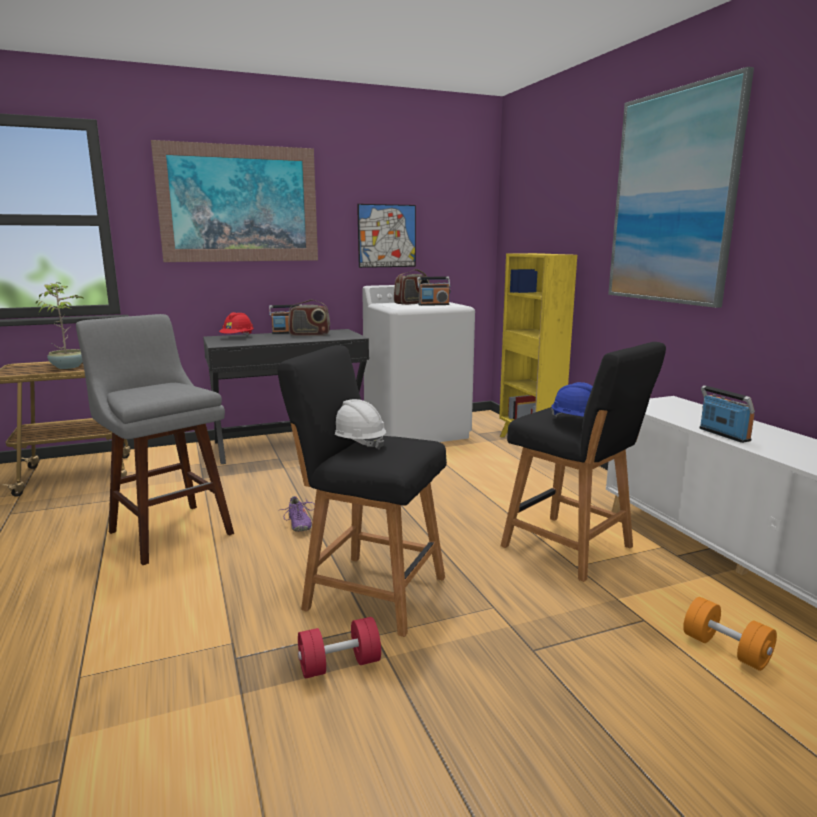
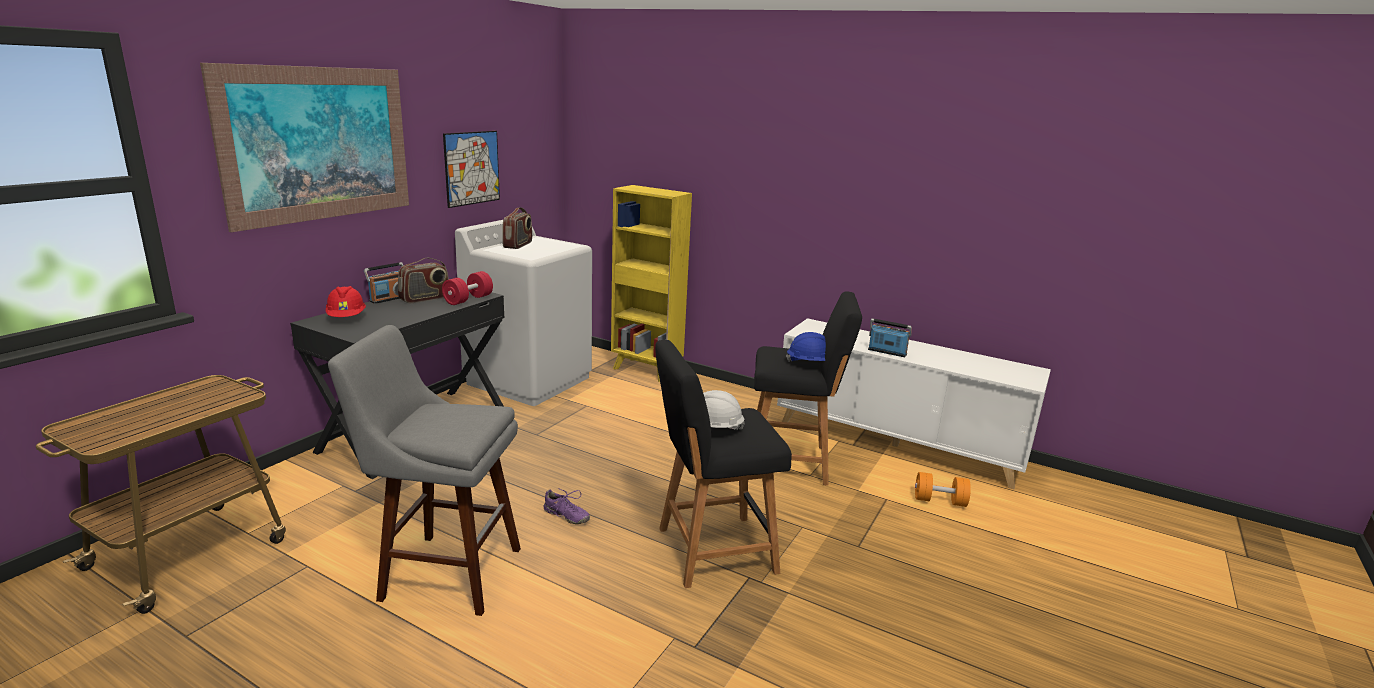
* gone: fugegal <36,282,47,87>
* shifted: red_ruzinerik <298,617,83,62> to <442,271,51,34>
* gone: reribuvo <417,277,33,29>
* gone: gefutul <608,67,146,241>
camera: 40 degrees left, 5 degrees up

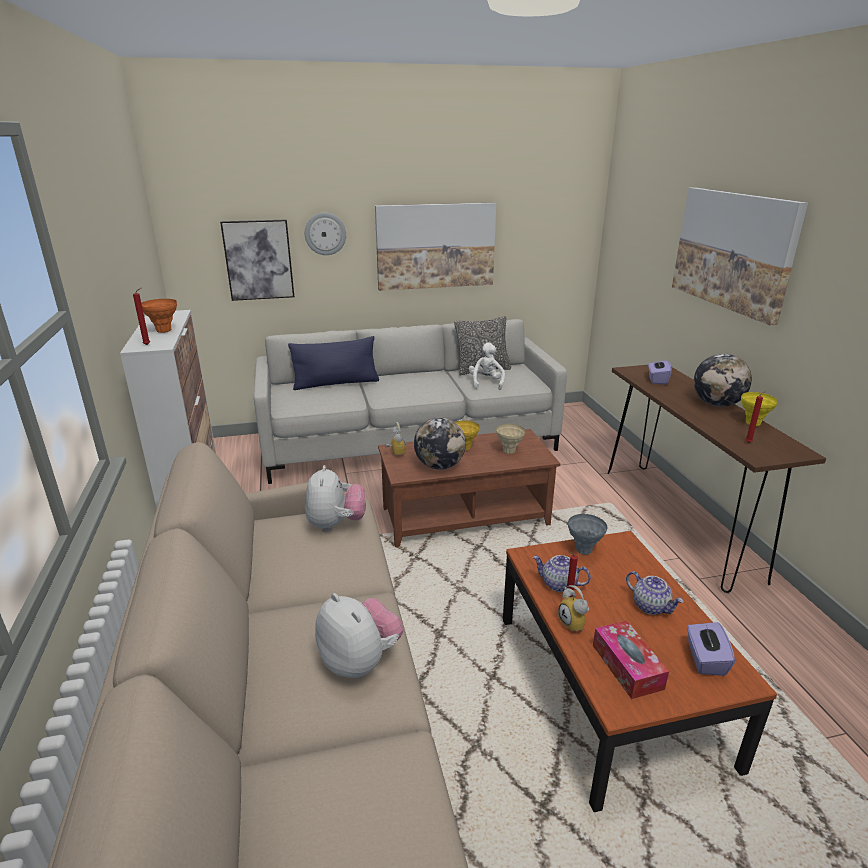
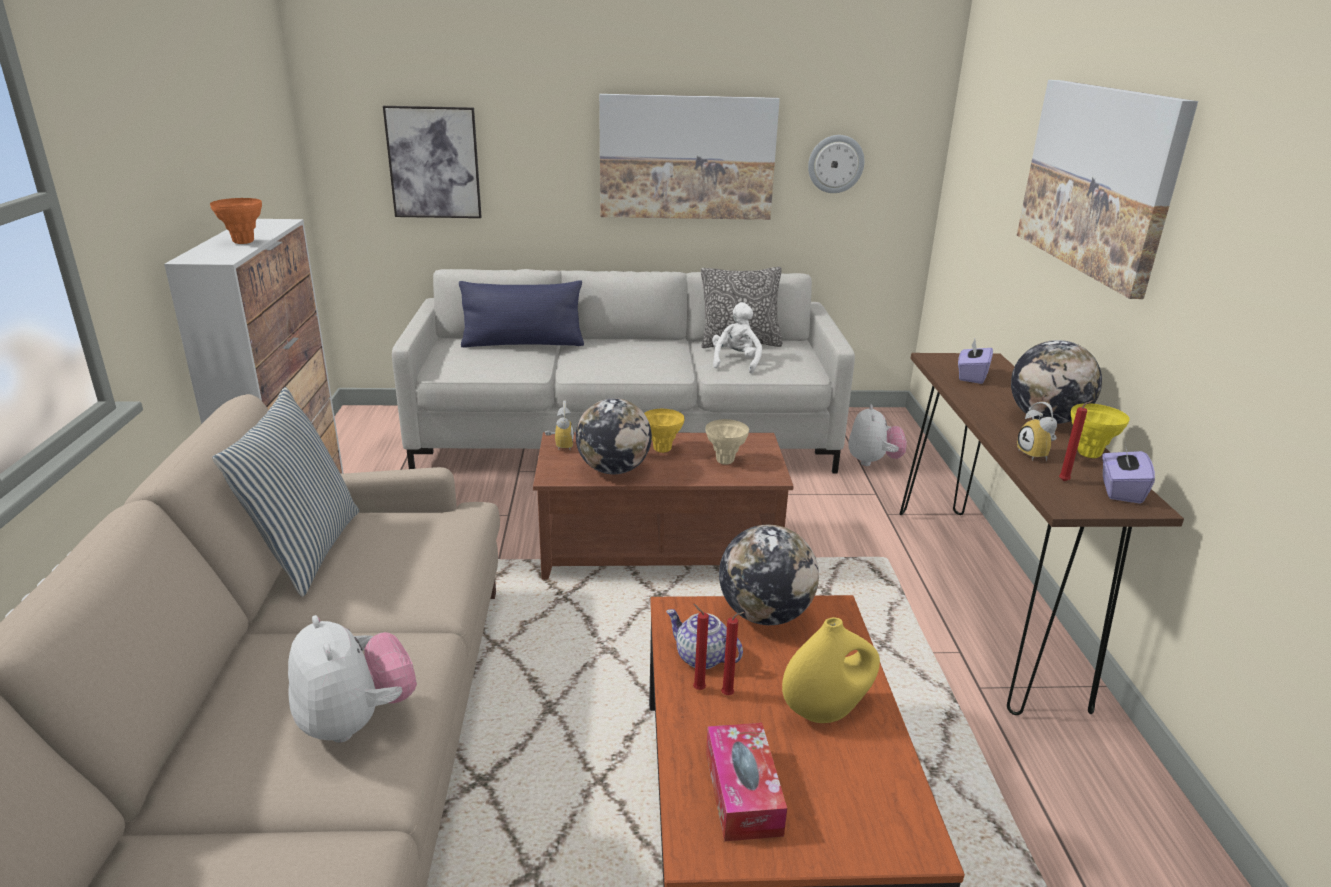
* shifted: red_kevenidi <133,288,17,57> to <721,612,24,83>
* shifted: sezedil <305,213,41,42> to <808,135,57,58>
* shifted: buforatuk <305,465,61,67> to <849,405,58,61>
* shifted: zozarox <558,585,31,48> to <1017,402,40,59>
* swapped: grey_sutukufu <568,514,39,41> to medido <719,525,100,100>
* swapped: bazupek <626,571,58,44> to yellow_sutukufu <782,617,98,106>
* shifted: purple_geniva <687,622,48,54> to <1102,444,53,60>
* new: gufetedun <212,387,147,210>
camera: 10 degrees right, 0 degrees up

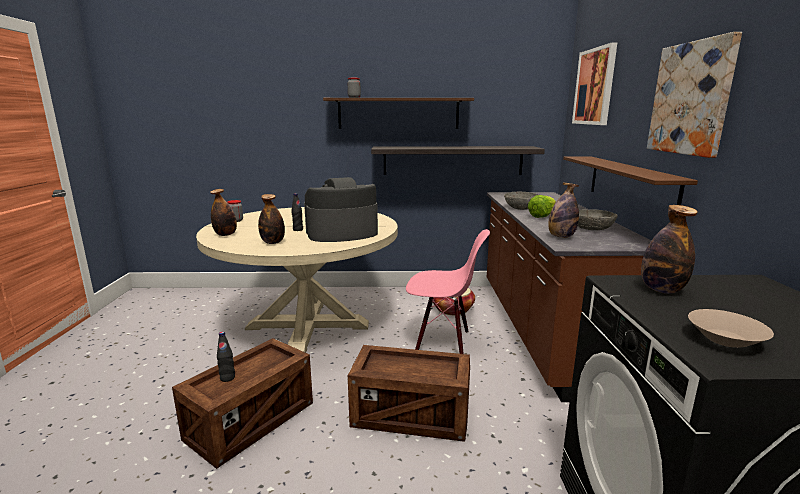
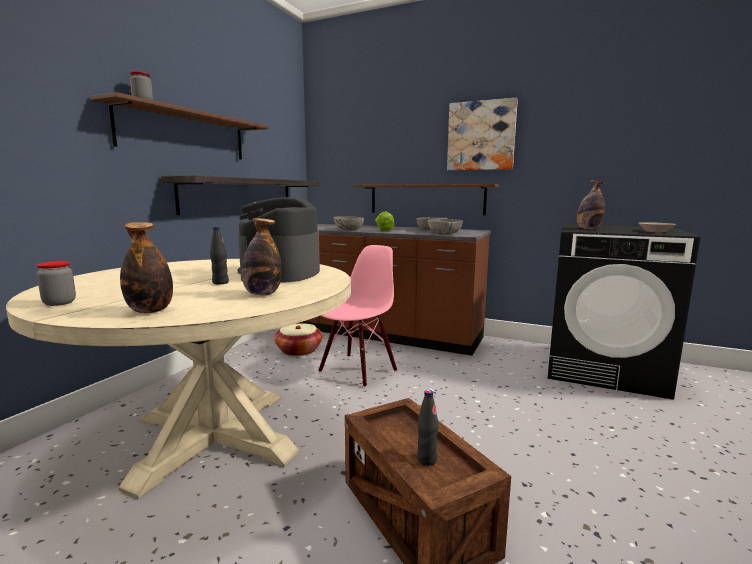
* gone: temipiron <348,345,122,97>
* swapped: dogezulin <548,183,31,55> to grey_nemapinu <427,219,36,16>
* gone: gefutul <572,43,45,82>
camera: 65 degrees left, 5 degrees down

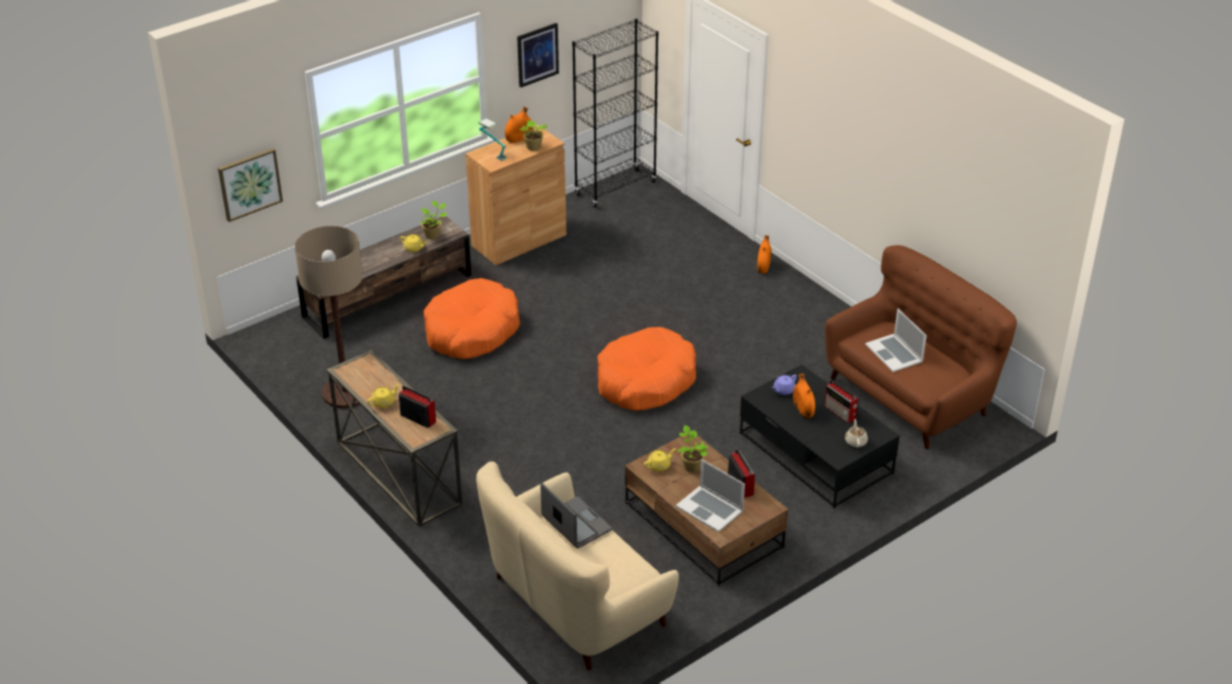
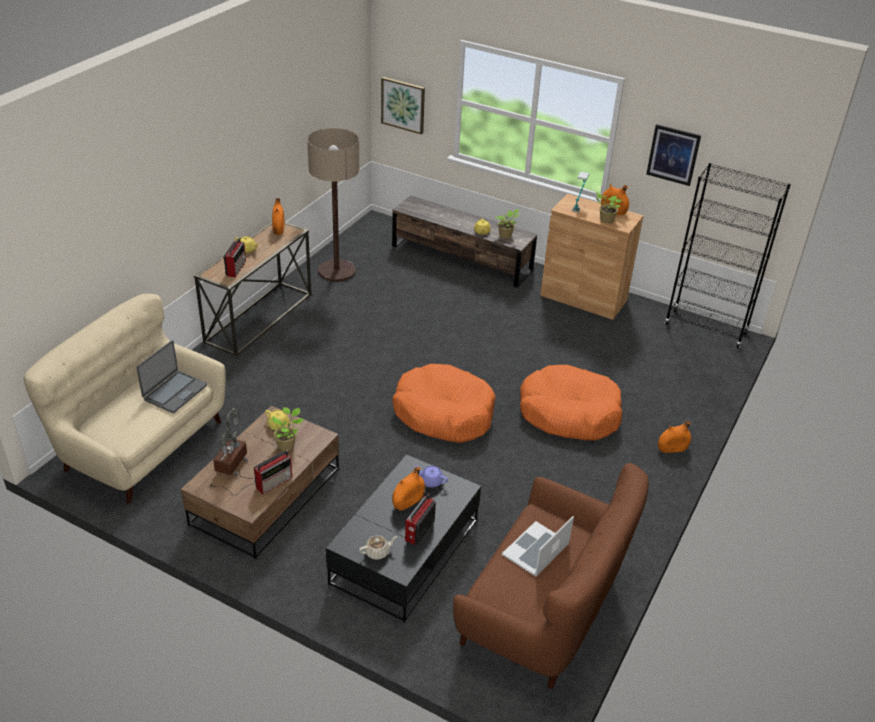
* shifted: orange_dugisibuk <423,278,97,81> to <520,365,102,75>
* swapped: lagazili <676,459,69,73> to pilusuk <210,408,45,88>
* new: orange_sutukufu <272,198,13,37>
camera: 65 degrees right, 0 degrees up

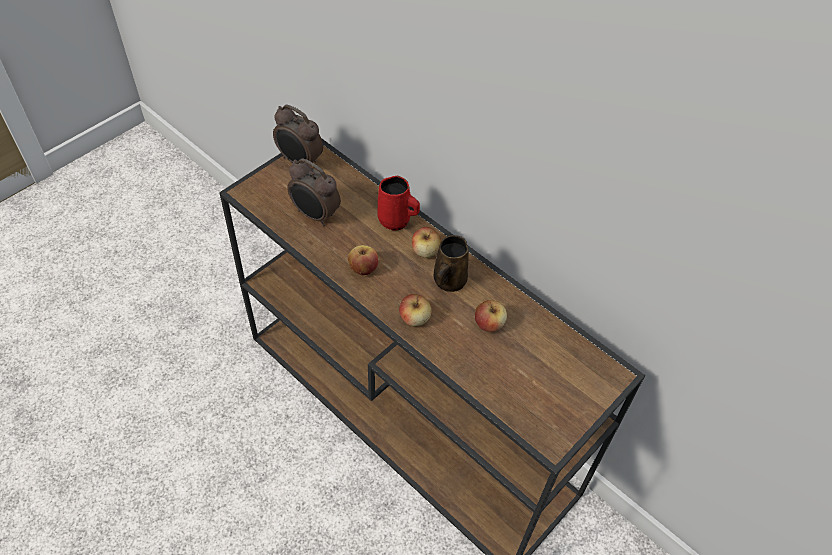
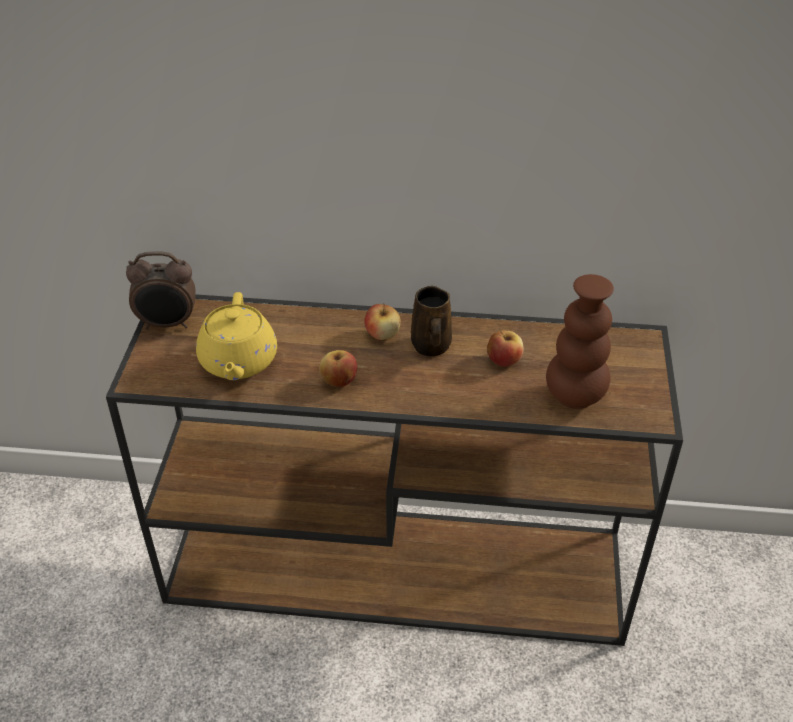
* swapped: zozarox <287,158,54,68> to yellow_bazupek <196,292,81,88>
* gone: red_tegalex <377,176,43,55>
* gone: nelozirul <399,294,33,32>
* new: brown_sutukufu <546,274,68,135>
camera: 35 degrees left, 10 degrees down

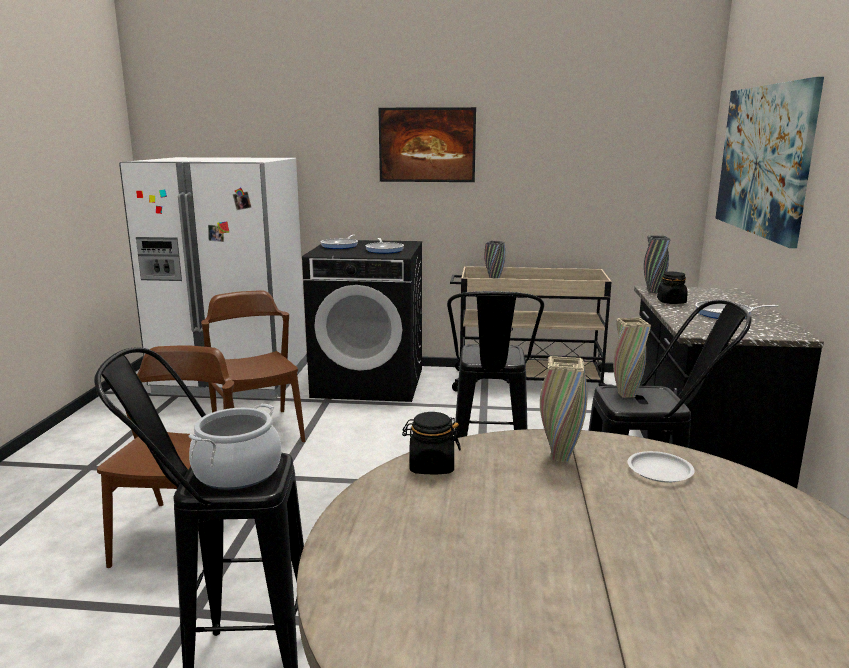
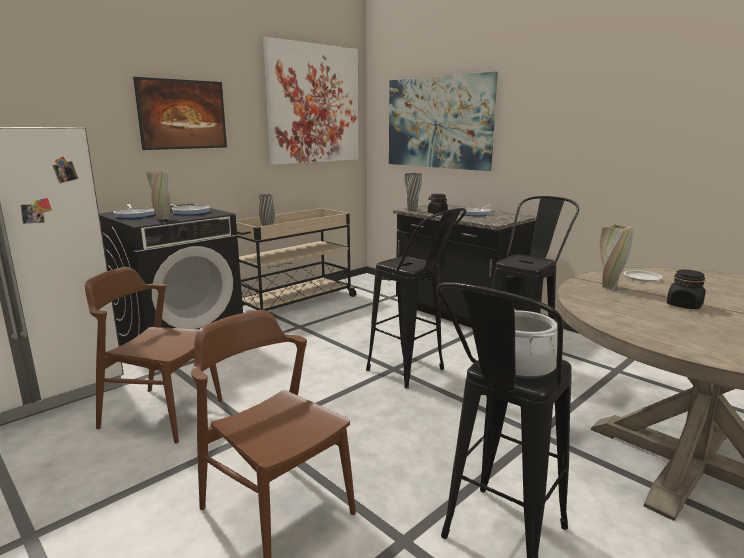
* shifted: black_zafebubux <402,412,59,62> to <667,270,39,39>
* shifted: beige_sutukufu <613,318,38,80> to <146,171,24,49>
* new: gefutul <263,37,96,128>
camera: 50 degrees left, 0 degrees up

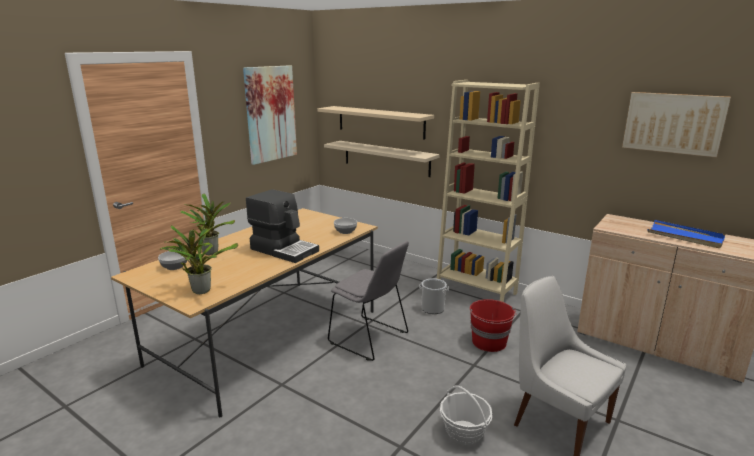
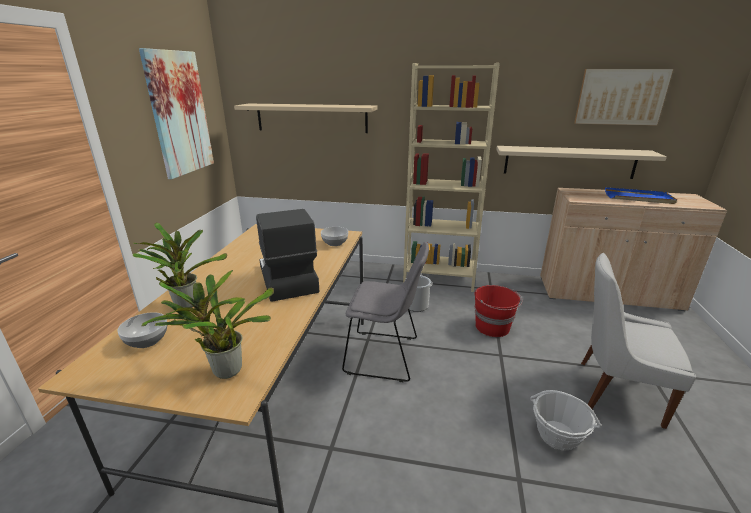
* rotated: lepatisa <246,189,73,74> = <256,209,64,93> 120 degrees counterclockwise
* shifted: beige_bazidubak <324,141,116,36> to <496,146,171,33>
camera: 25 degrees left, 5 degrees up

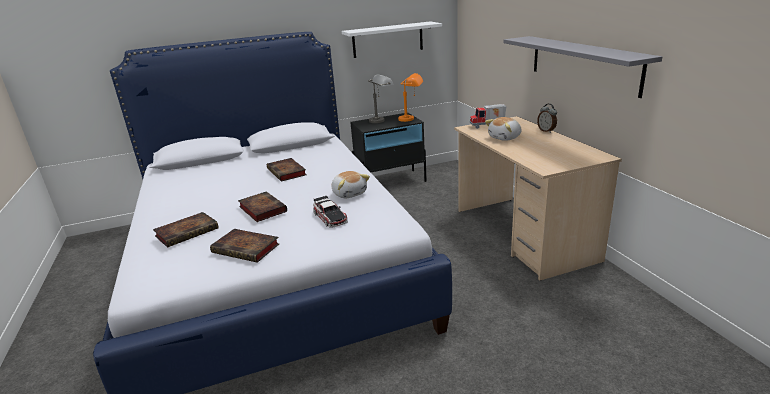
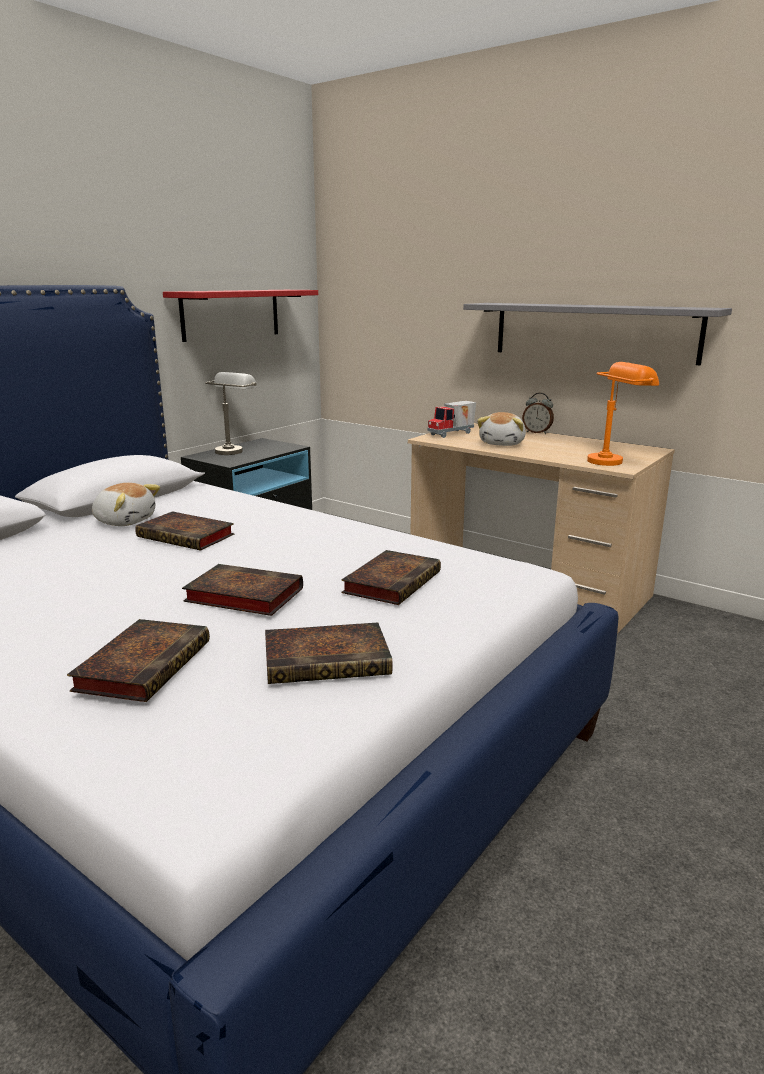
* swapped: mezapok <313,195,35,33> to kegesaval <341,550,100,55>
* shifted: buforatuk <331,171,39,27> to <92,483,68,43>
* repainted: white_bazidubak <342,21,100,37> to red_bazidubak <163,290,155,52>
* shifted: orange_pilusuk <398,73,25,49> to <587,362,72,104>
camera: 35 degrees left, 5 degrees down

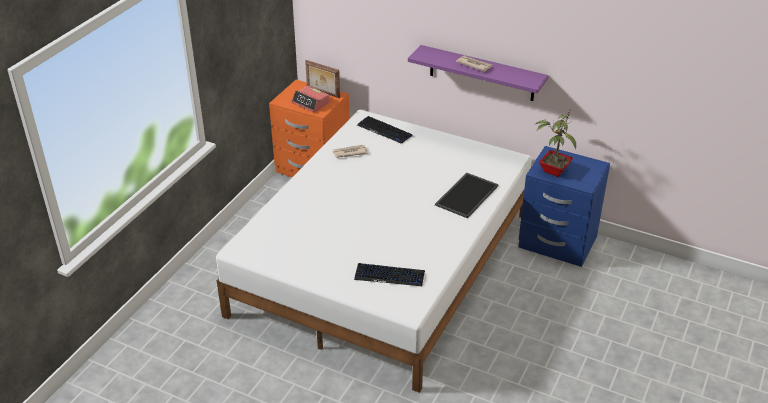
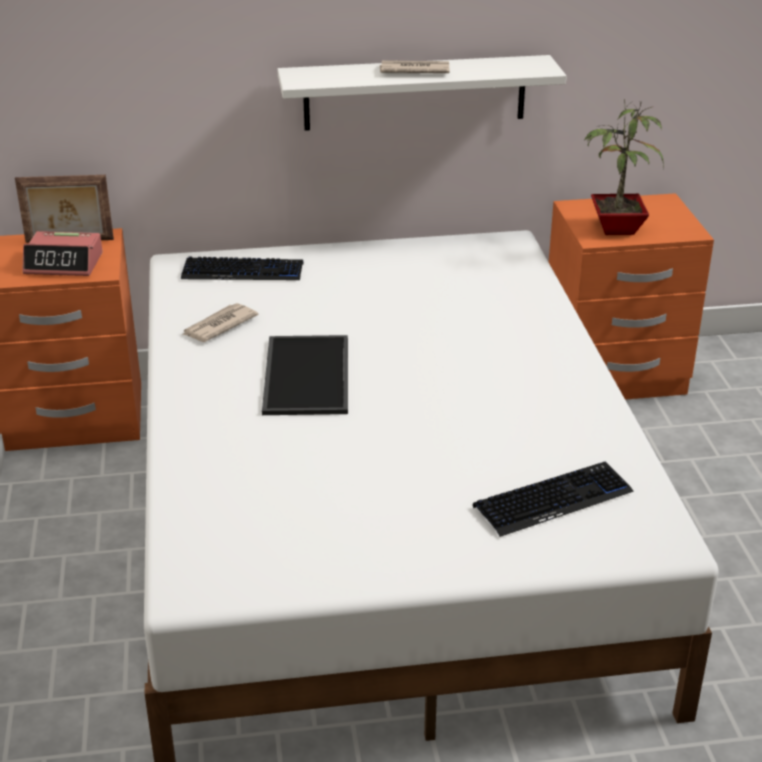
* repainted: purple_bazidubak <408,45,140,56> to white_bazidubak <278,55,289,76>
* shifted: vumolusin <435,173,63,45> to <262,335,86,80>
* repainted: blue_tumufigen <518,146,92,121> to orange_tumufigen <549,193,165,207>
camera: 35 degrees left, 5 degrees down

